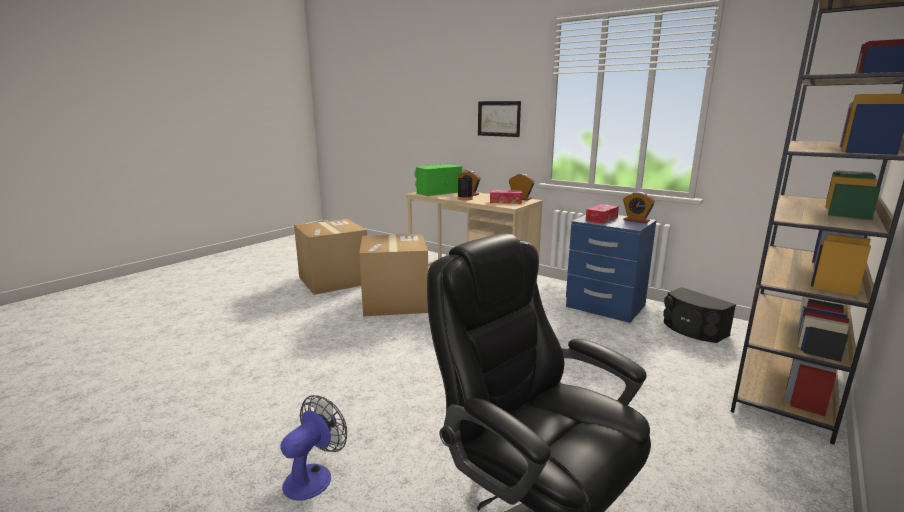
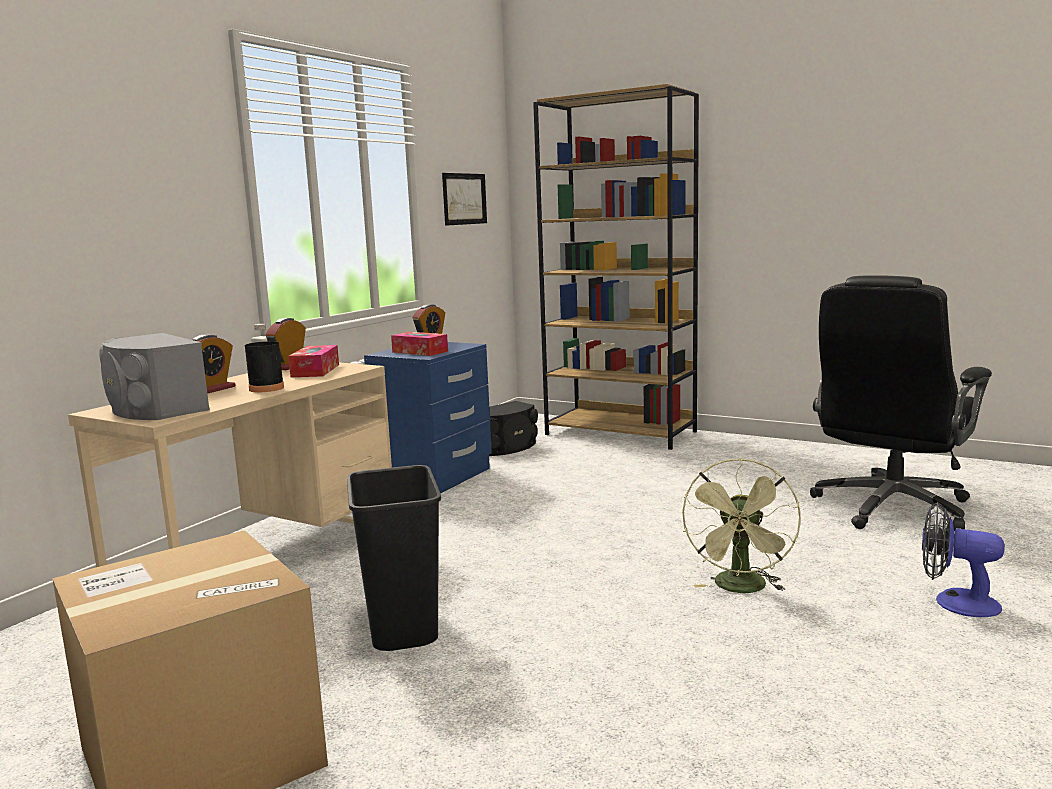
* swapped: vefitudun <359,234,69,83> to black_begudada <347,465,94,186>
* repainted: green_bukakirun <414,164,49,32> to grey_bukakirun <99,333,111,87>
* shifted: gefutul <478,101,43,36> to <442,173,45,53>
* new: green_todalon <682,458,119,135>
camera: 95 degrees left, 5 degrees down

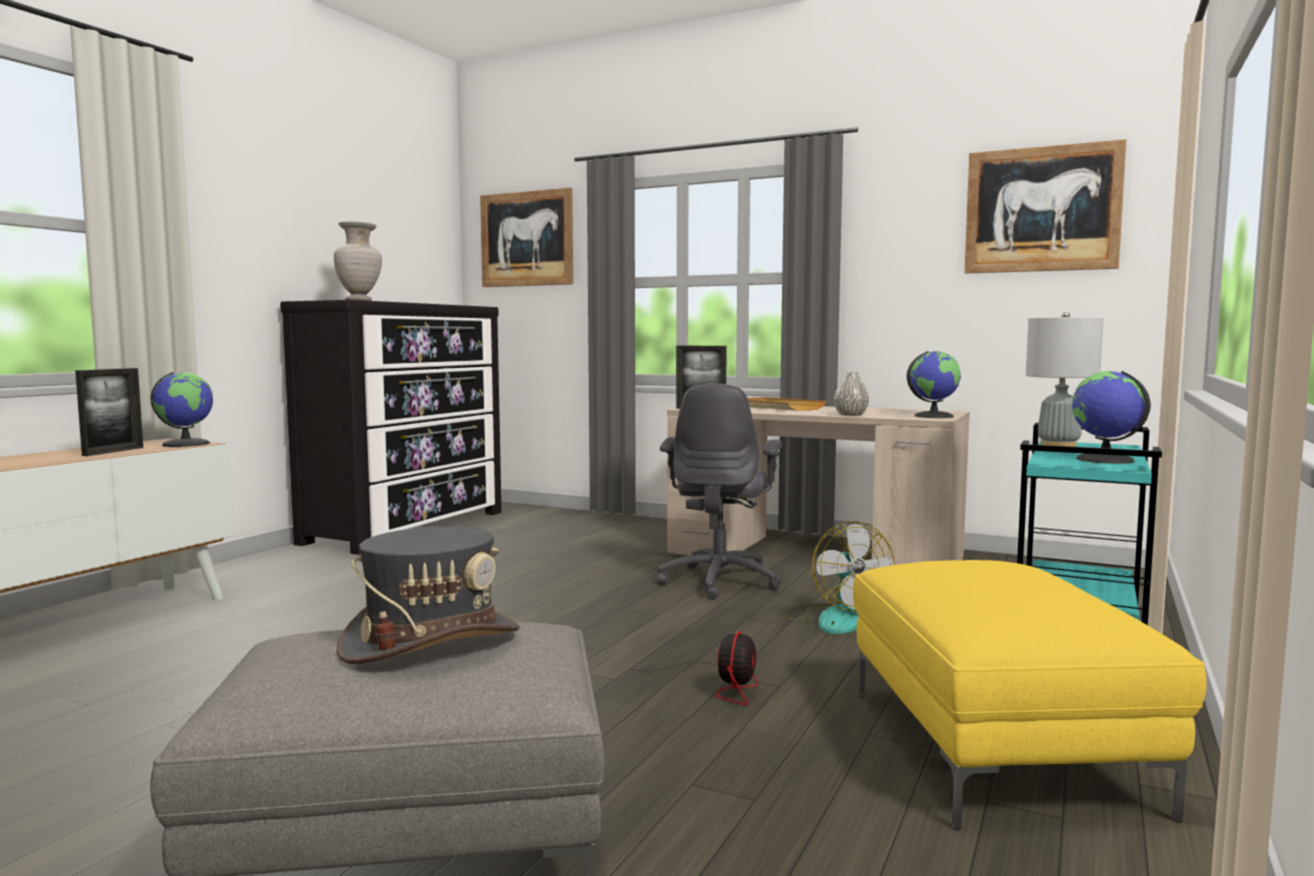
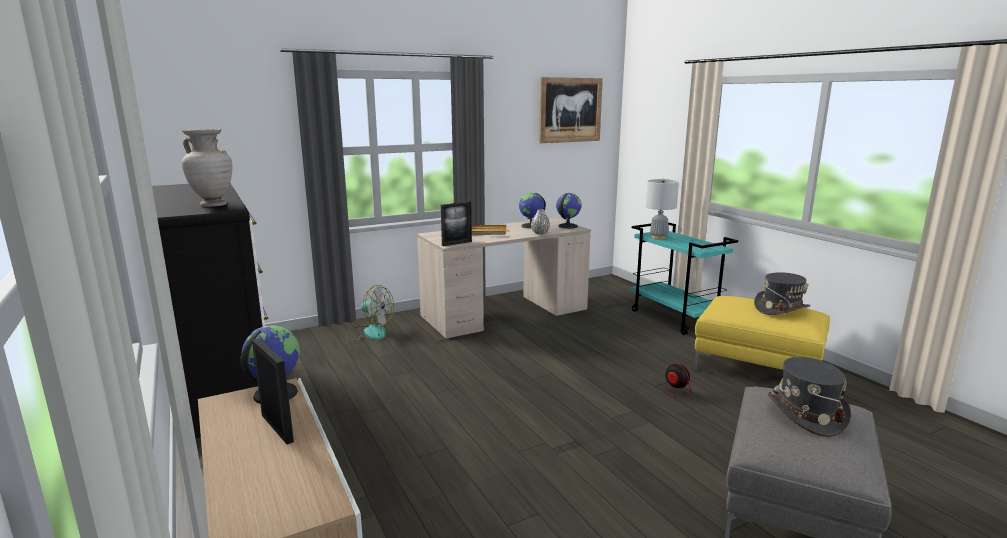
* gone: gefutul <480,188,93,99>
* gone: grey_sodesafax <657,383,125,217>
* shifted: todalon <782,522,113,112> to <346,285,48,56>
* shifted: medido <1072,371,79,93> to <519,193,27,36>
* new: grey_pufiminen <754,272,57,43>
camera: 55 degrees left, 10 degrees up

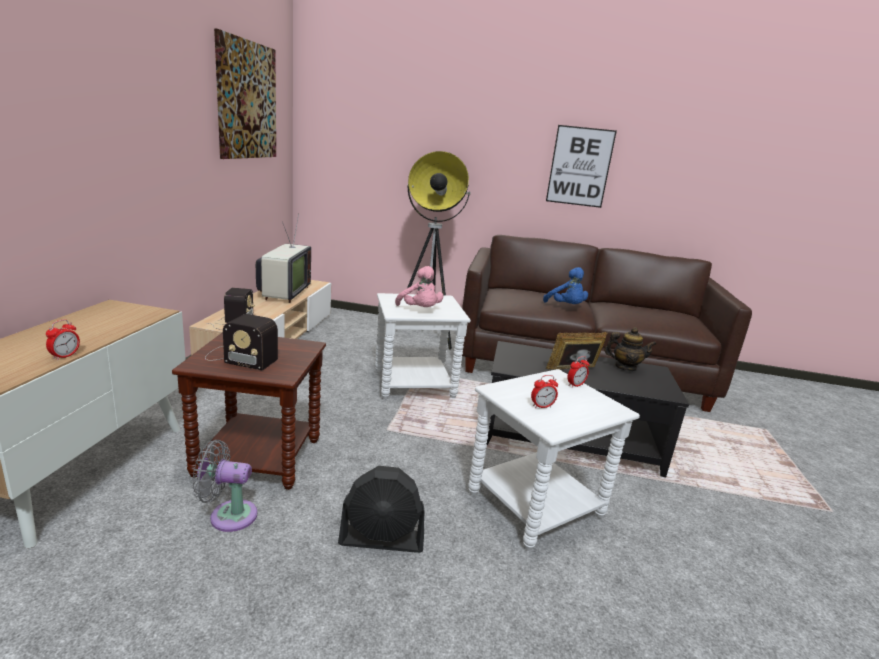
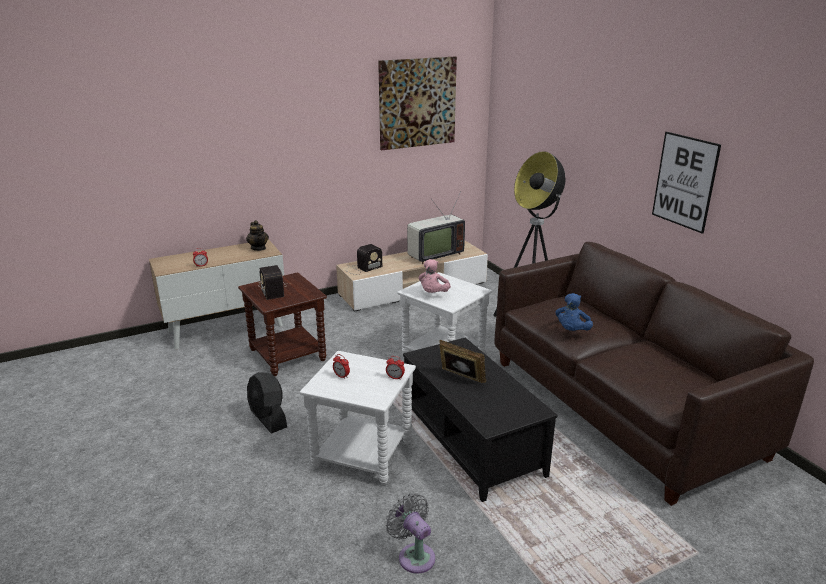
* shifted: grey_todalon <192,440,66,92> to <386,493,49,81>
* shifted: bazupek <604,327,53,44> to <246,220,23,31>
camera: 55 degrees right, 5 degrees up

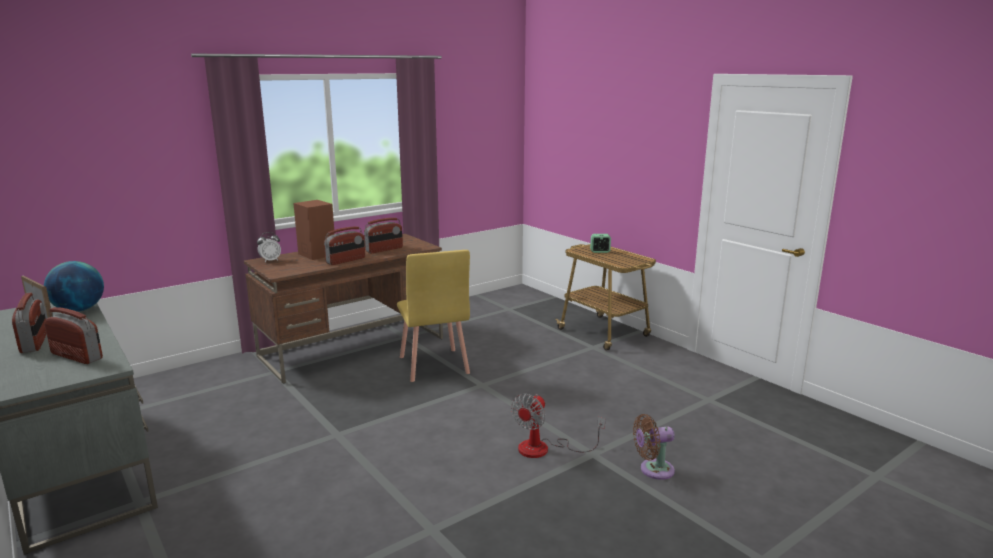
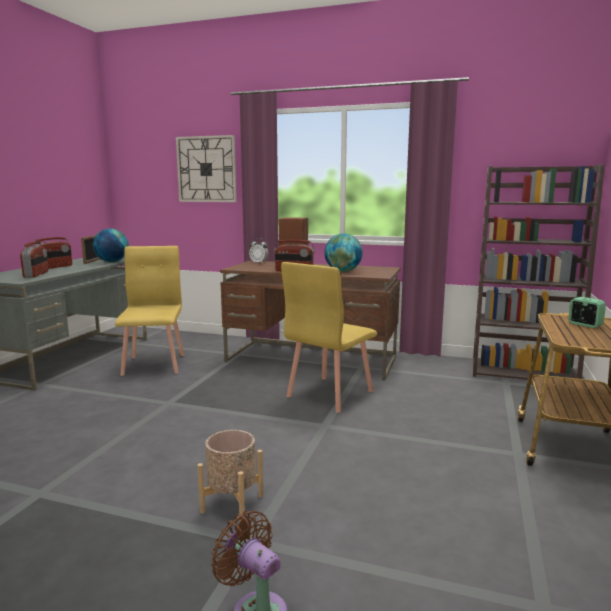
* swapped: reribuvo <364,218,39,35> to medido <324,234,39,38>
* swapped: todalon <511,394,94,64> to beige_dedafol <198,430,65,92>
* new: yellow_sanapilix <115,246,69,130>
* new: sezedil <176,135,61,67>
* new: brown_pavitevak <473,164,132,220>
camera: 55 degrees right, 5 degrees down

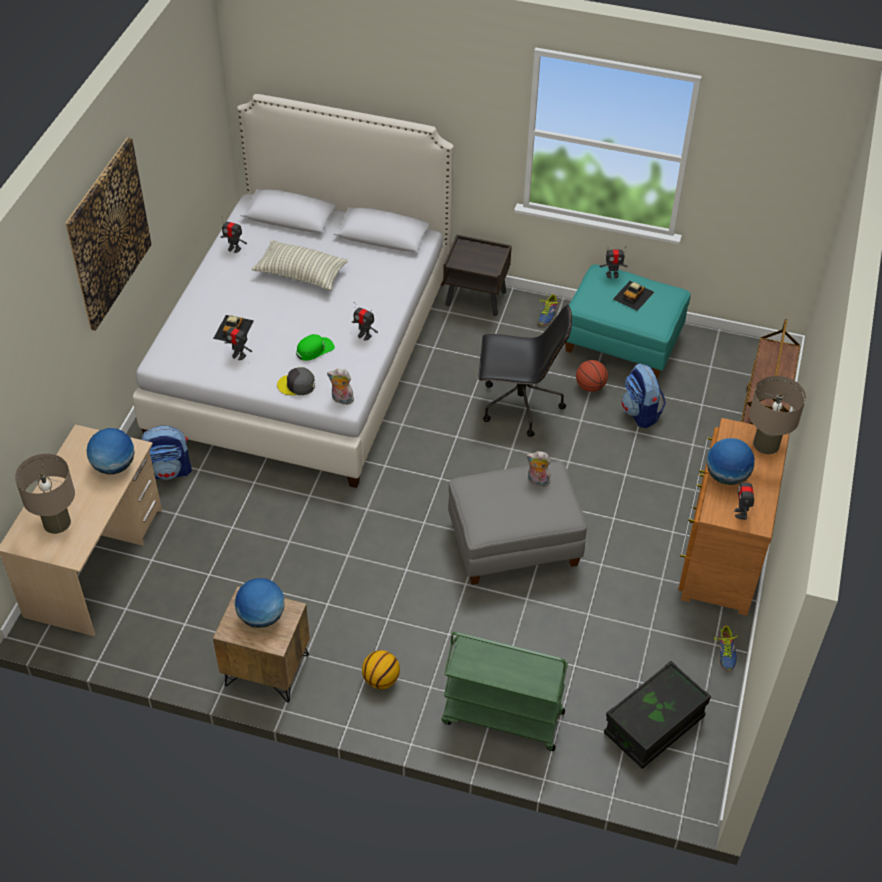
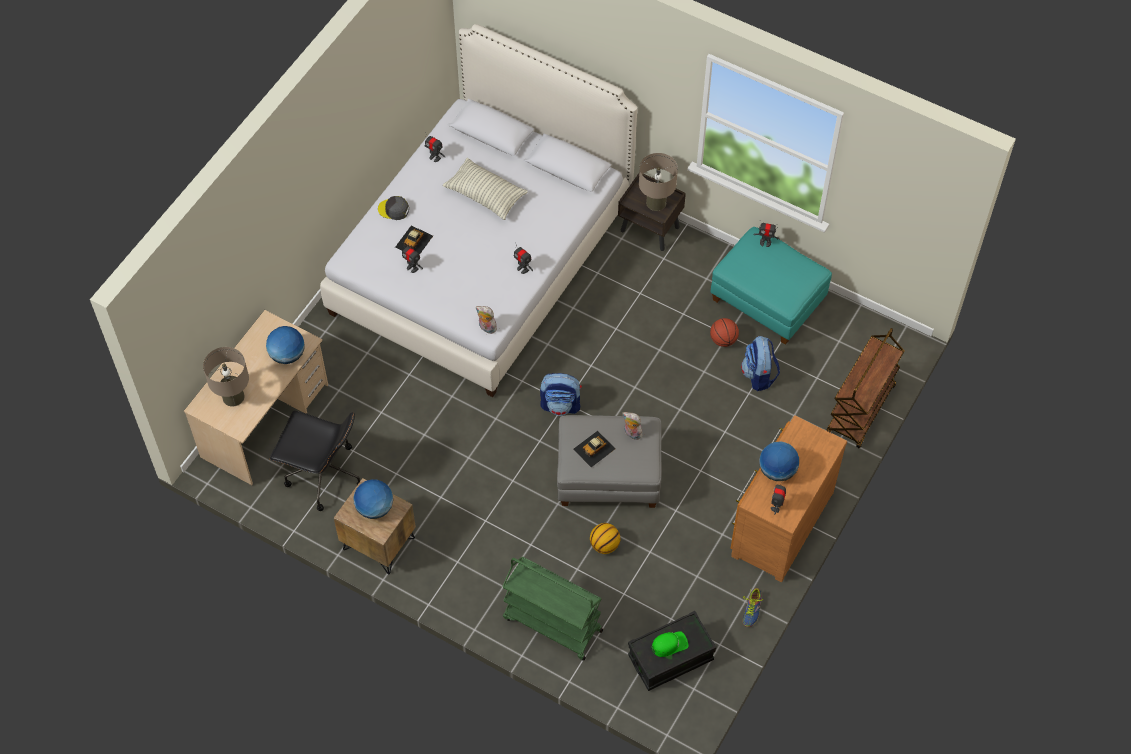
* gone: gefutul <65,138,87,193>
* shifted: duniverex <141,426,51,54> to <540,373,42,43>
* shifted: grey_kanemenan <277,367,38,28> to <378,196,31,24>
* shifted: green_kanemenan <296,334,39,27> to <651,631,37,26>
* shifted: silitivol <362,650,38,39> to <590,523,30,31>
* shifted: black_sodesafax <478,304,94,133> to <270,411,90,100>
* gone: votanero <537,292,22,33>
* shifted: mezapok <613,281,41,30> to <573,431,43,36>
* shifted: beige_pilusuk <749,376,57,78> to <639,153,39,58>
camera: 15 degrees right, 10 degrees up

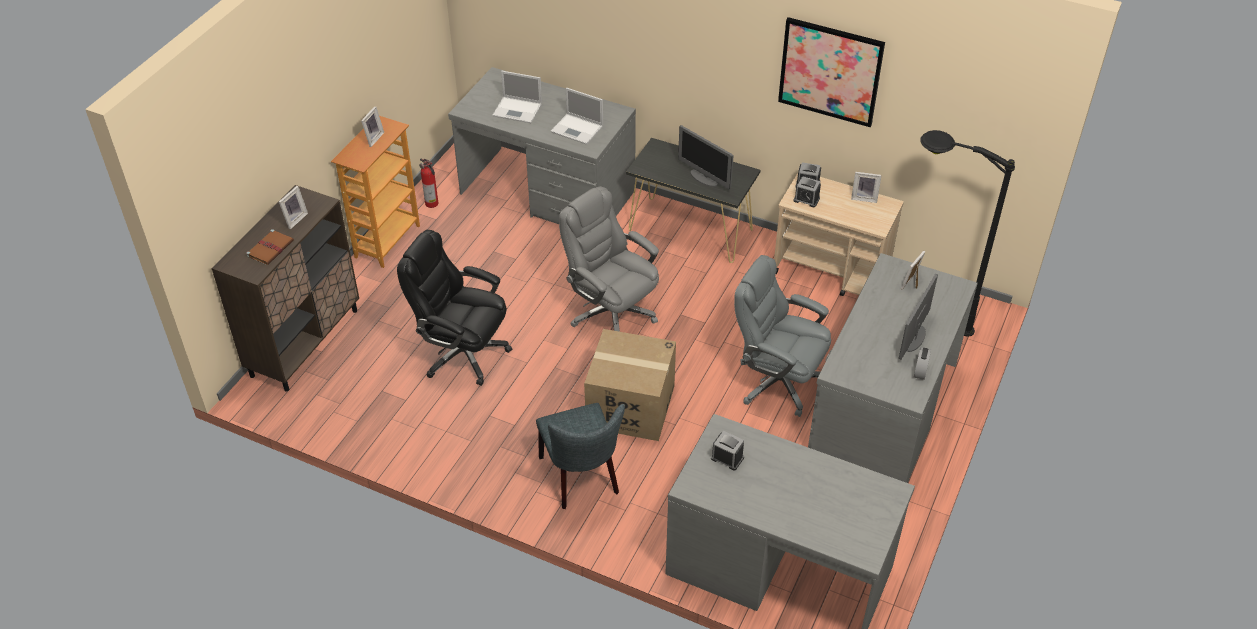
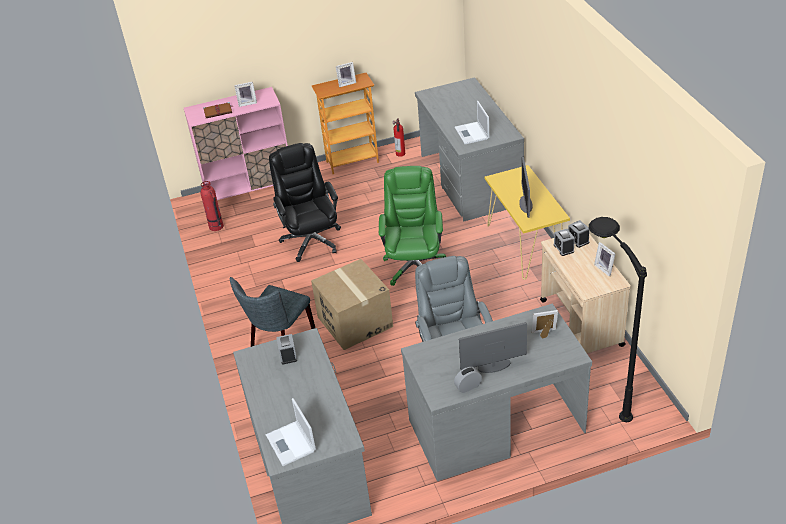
* repainted: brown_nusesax <211,185,148,207> to pink_nusesax <184,87,104,113>
* shifted: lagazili <492,71,50,52> to <266,398,50,68>
* repainted: grey_sodesafax <559,186,100,146> to green_sodesafax <379,166,67,120>
* repainted: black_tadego <626,138,134,125> to yellow_tadego <485,165,85,115>
* gone: gefutul <778,17,107,110>
* new: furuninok <200,181,24,50>
camera: 50 degrees right, 5 degrees down

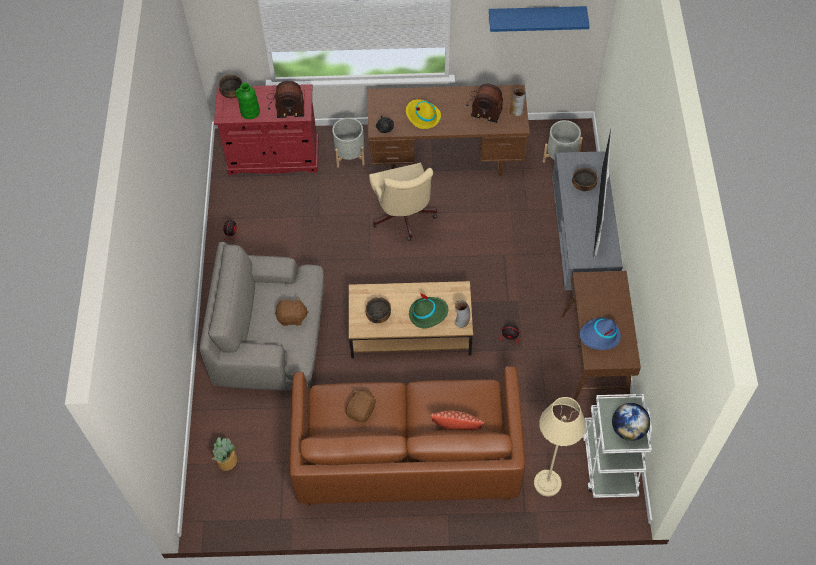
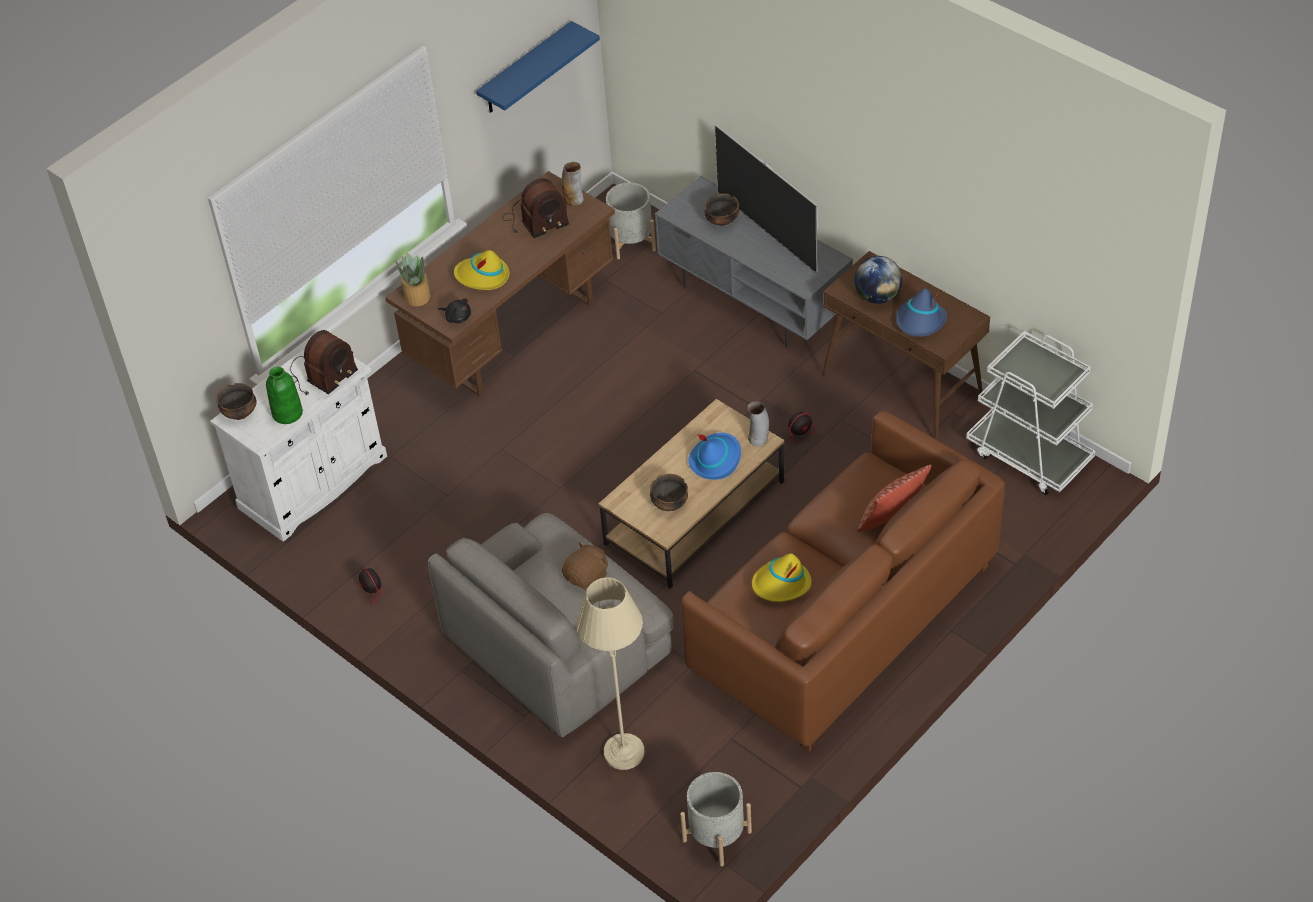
* shifted: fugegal <212,437,25,34> to <395,253,35,54>
* repainted: red_nusesax <214,84,105,91> to white_nusesax <210,348,177,194>
* shifted: grey_dedafol <332,118,33,50> to <680,772,72,94>
* swapped: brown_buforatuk <346,390,31,32> to yellow_pufiminen <752,553,59,49>
* gone: beige_sodesafax <369,163,69,78>
* repainted: green_pufiminen <409,293,39,35> to blue_pufiminen <688,433,53,47>
* shifted: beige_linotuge <534,397,52,100> to <576,577,69,193>
* shifted: medido <612,403,38,38> to <854,256,48,48>
camera: 45 degrees left, 10 degrees down

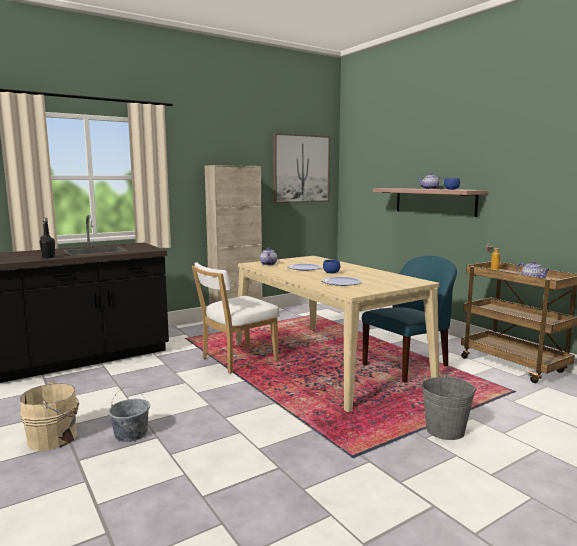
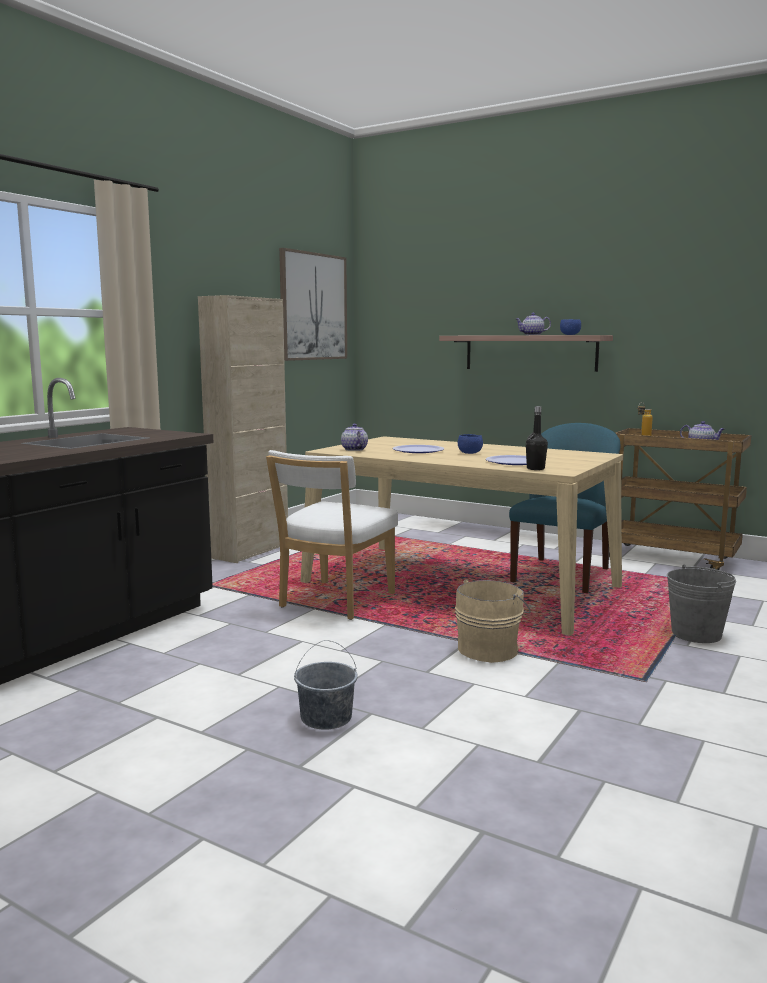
* shifted: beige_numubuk <20,381,59,70> to <455,579,76,84>
* shifted: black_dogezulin <40,218,15,41> to <526,406,22,64>
camera: 25 degrees left, 0 degrees up

